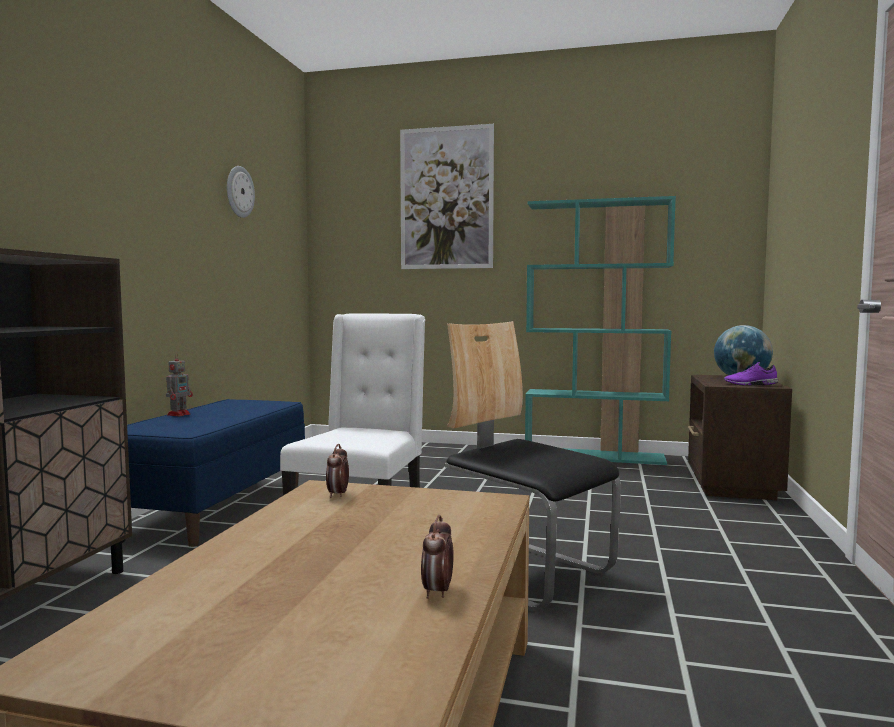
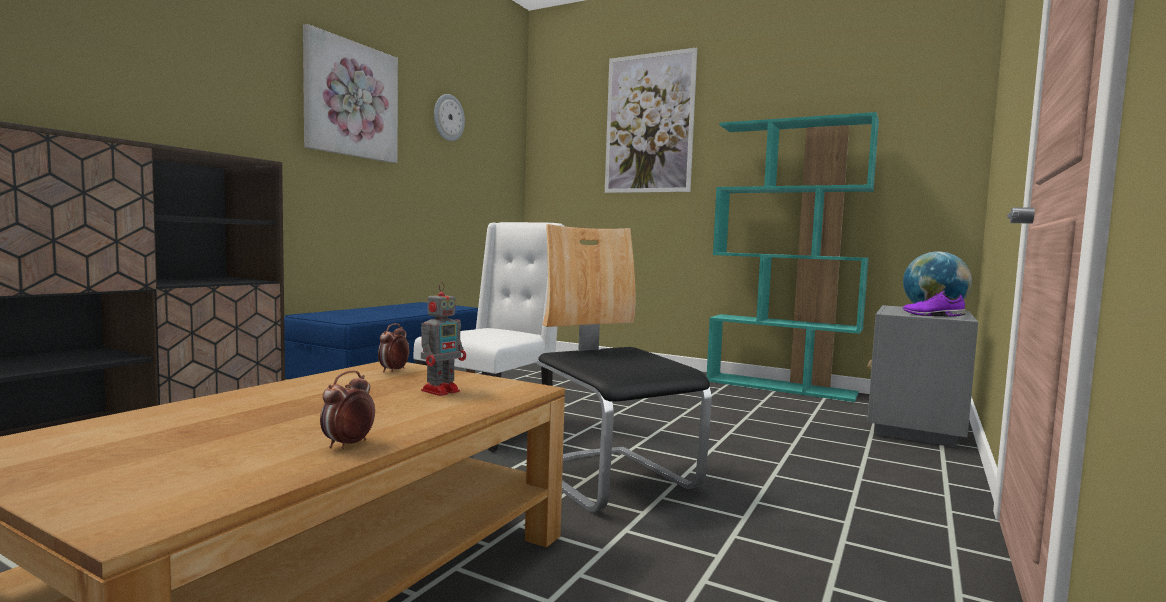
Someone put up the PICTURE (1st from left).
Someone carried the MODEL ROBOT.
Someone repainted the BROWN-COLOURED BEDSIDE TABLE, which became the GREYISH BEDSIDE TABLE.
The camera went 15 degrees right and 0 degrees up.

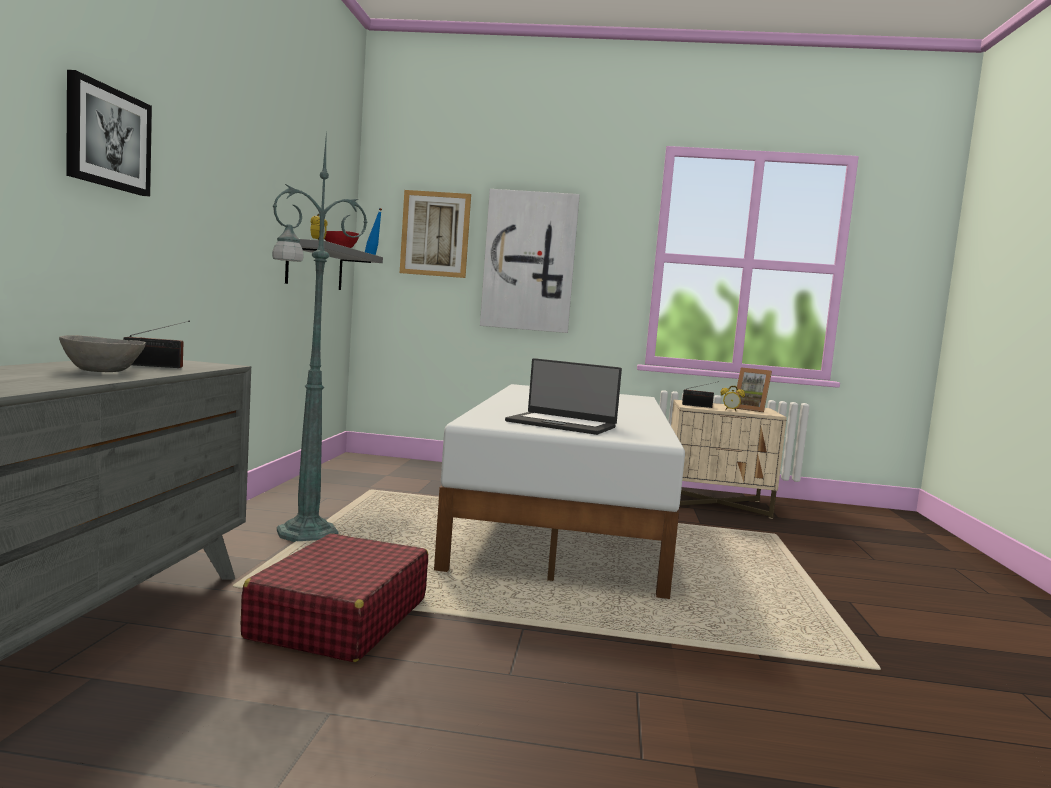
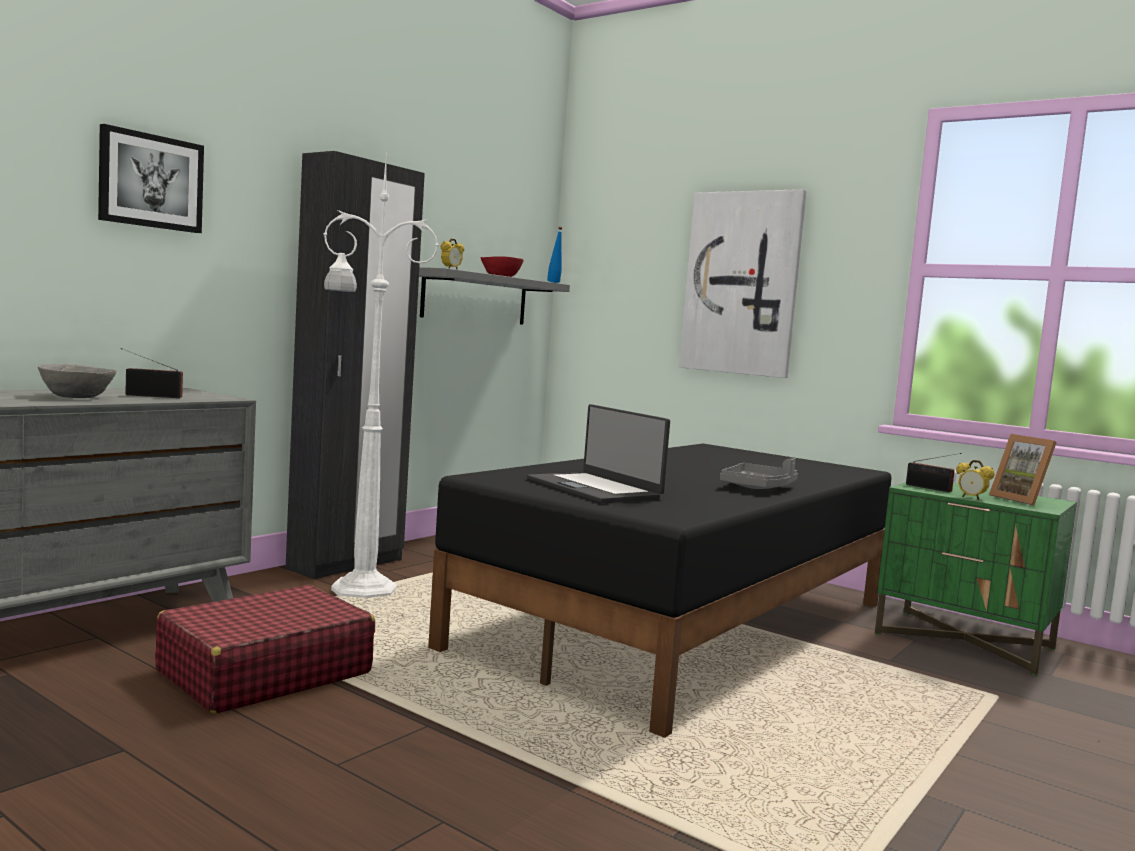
Someone took away the PICTURE (2nd from left).
Someone put down the BLACKISH ARMOIRE.
Someone put down the GREYISH SERVING TRAY.
Someone repainted the GREENISH STANDARD LAMP, which became the WHITE-COLOURED STANDARD LAMP.
Someone repainted the WHITE-COLOURED SLEEPING BED, which became the BLACKISH SLEEPING BED.
Someone repainted the BEIGE-COLOURED BEDSIDE TABLE, which became the GREENISH BEDSIDE TABLE.
Someone rotated the RADIO RECEIVER (1st from left) by 150 degrees clockwise.
The camera went 30 degrees right and 0 degrees up.

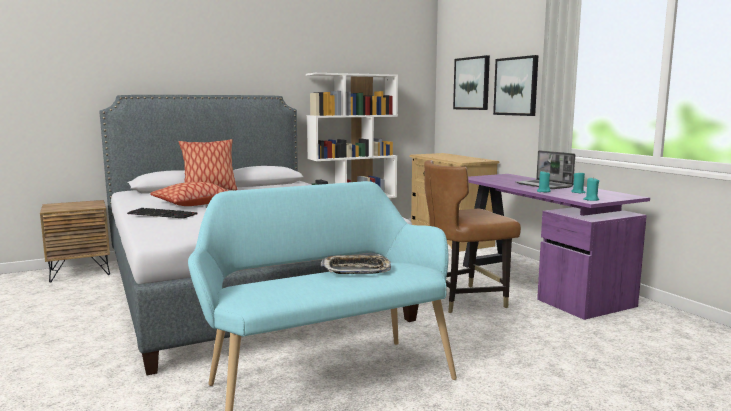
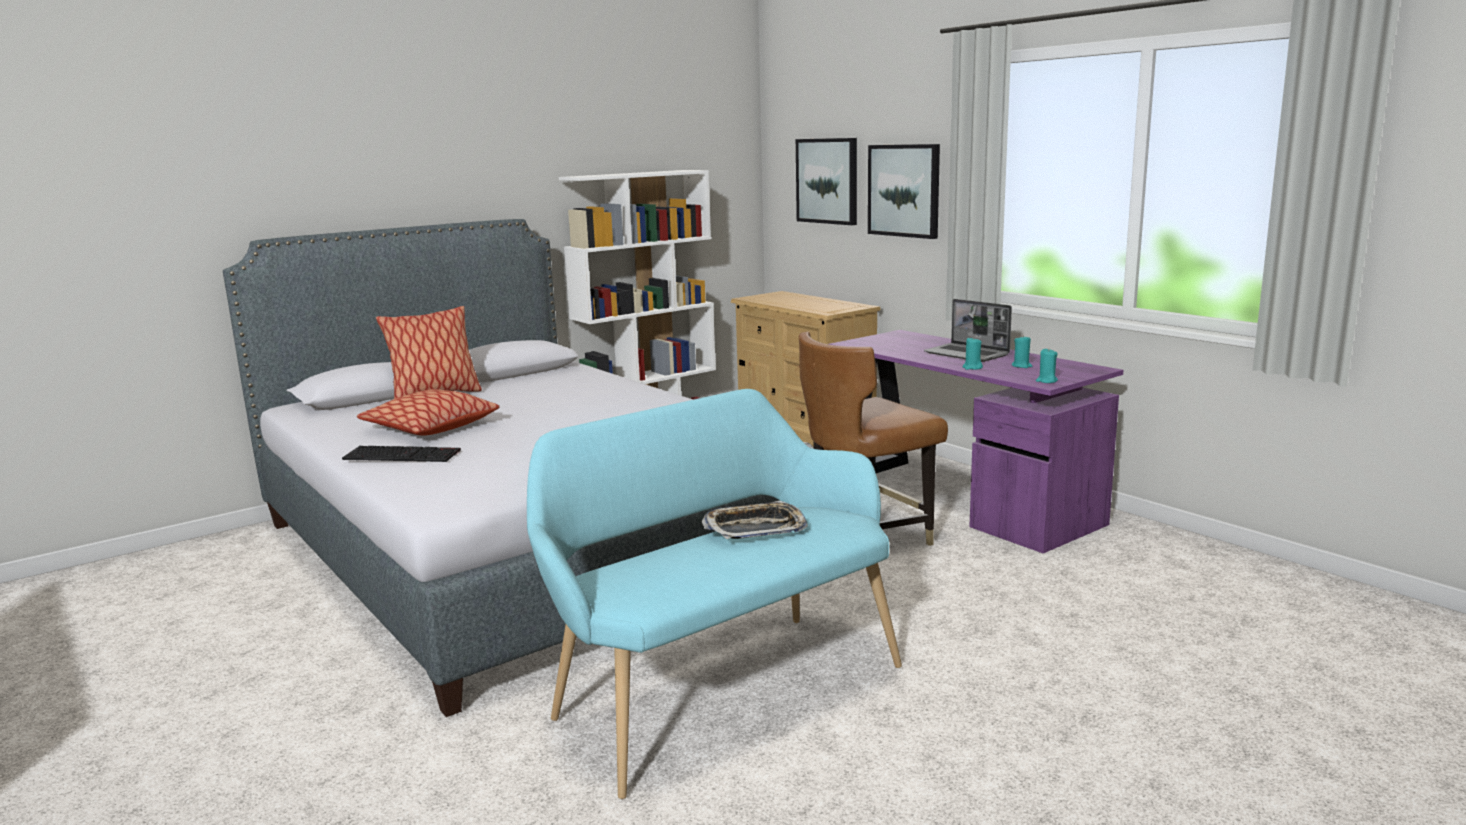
Someone took away the BROWN-COLOURED BEDSIDE TABLE.
The camera went 10 degrees left and 5 degrees up.

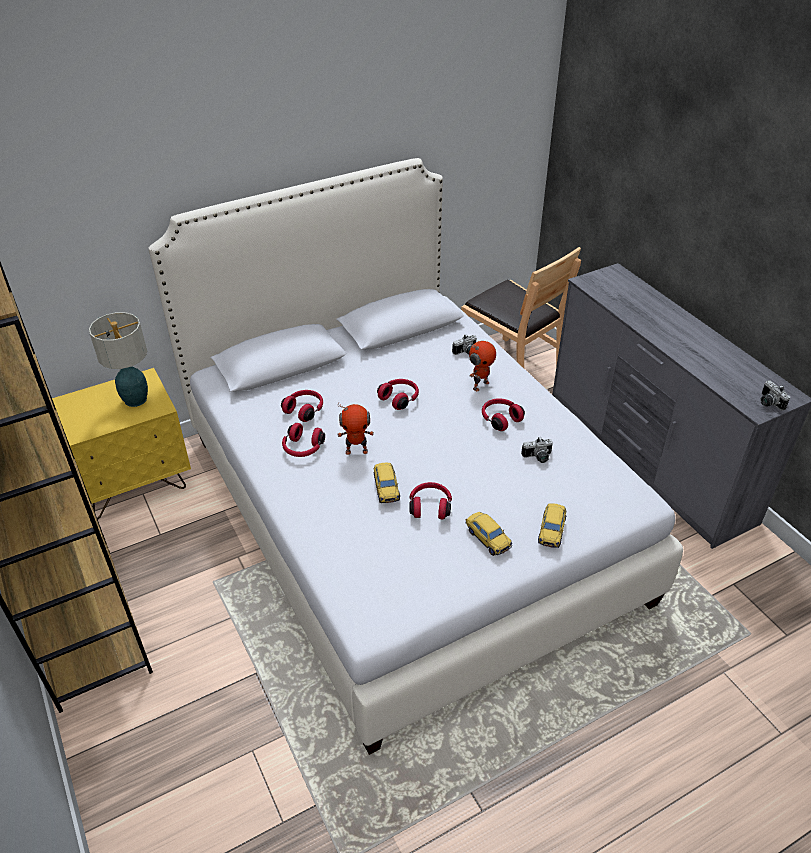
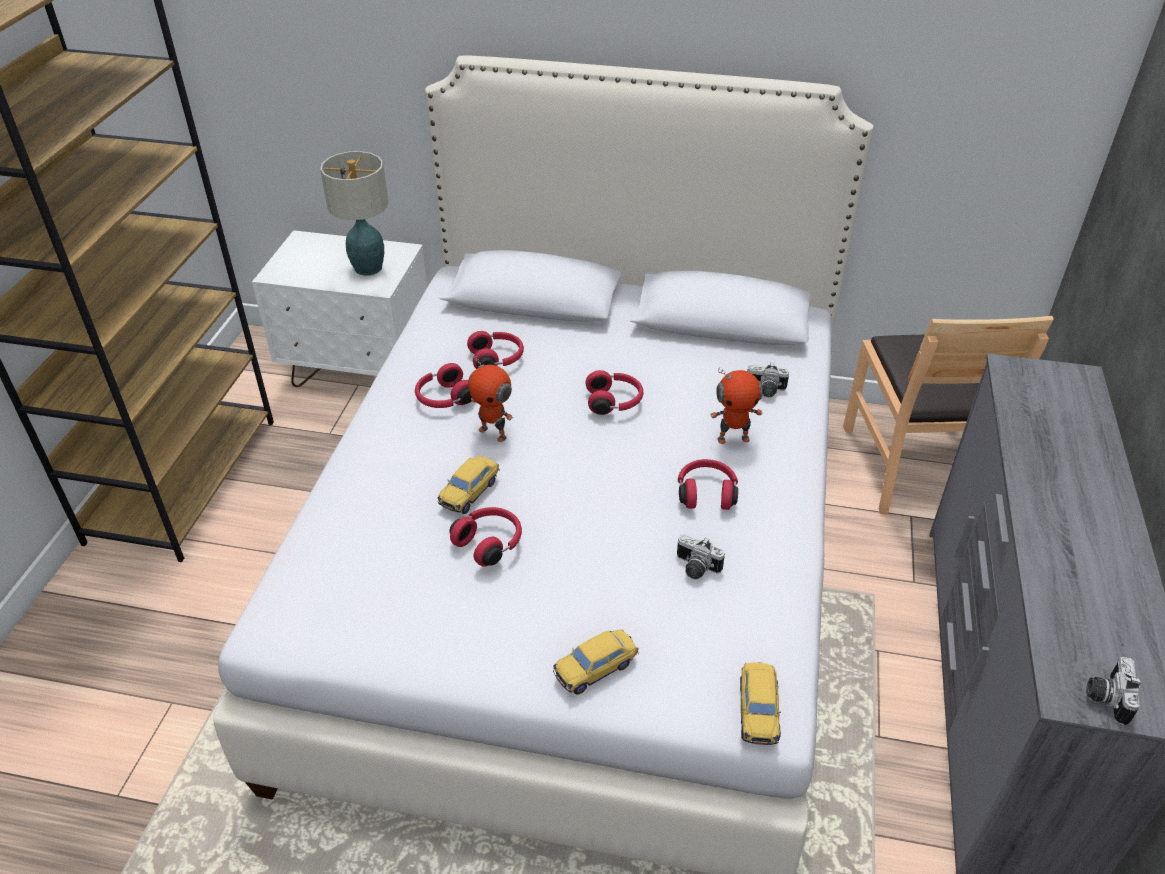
Someone carried the MODEL CAR (2nd from left in the first image).
Someone repainted the YELLOWISH BEDSIDE TABLE, which became the WHITE-COLOURED BEDSIDE TABLE.
The camera went 40 degrees right and 0 degrees up.

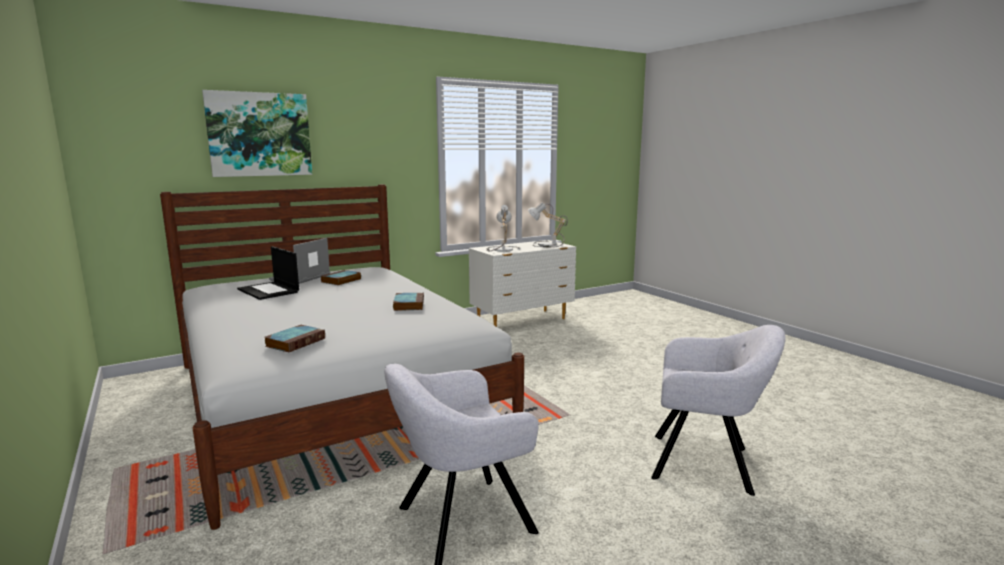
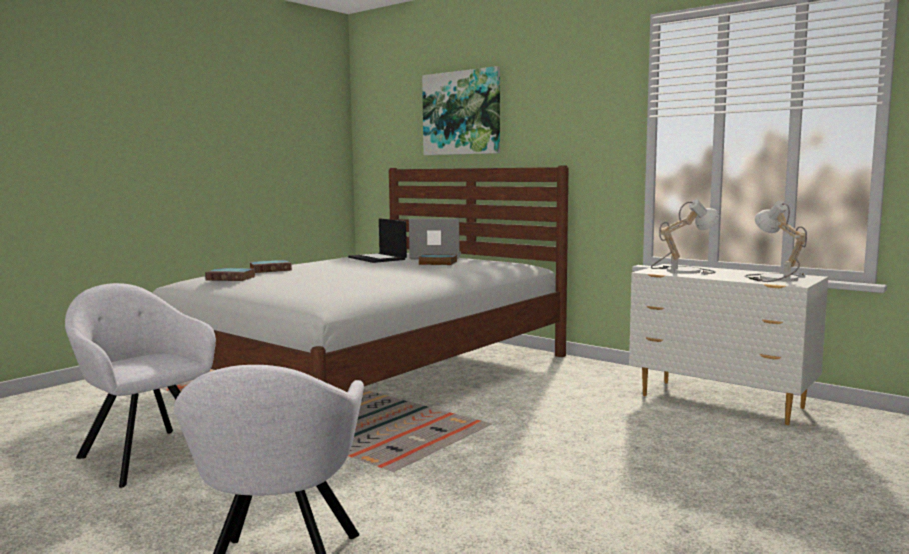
Someone carried the BOUND BOOK (3rd from left in the first image).
Someone rotated the LAPTOP (1st from left) by 60 degrees counterclockwise.
The camera went 70 degrees right and 5 degrees down.

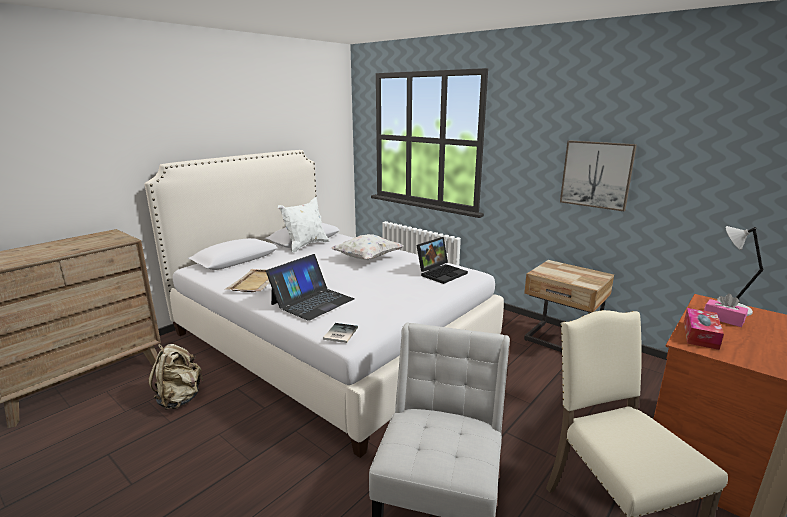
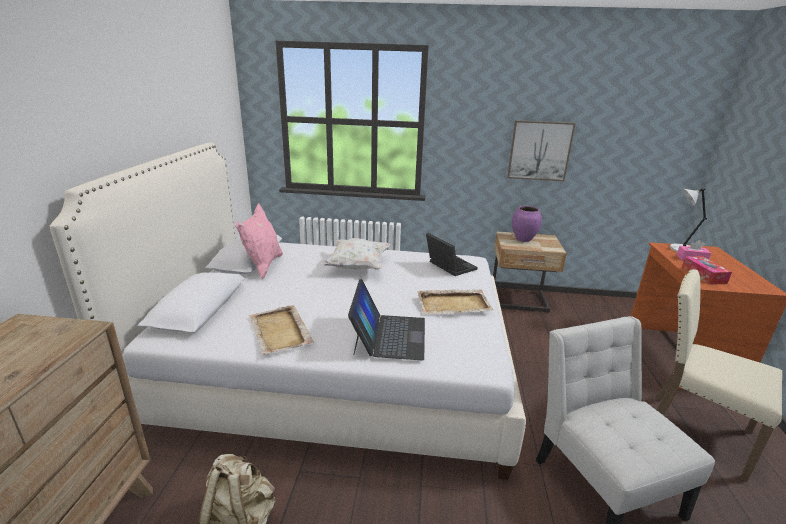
Someone took away the BOUND BOOK.
Someone put down the BEIGE-COLOURED SERVING TRAY (2nd from left).
Someone put down the PURPLE VASE.
Someone repainted the WHITE-COLOURED CUSHION (1st from left), which became the PINK CUSHION.
Someone rotated the LAPTOP (2nd from left) by 45 degrees counterclockwise.
The camera went 35 degrees left and 5 degrees up.

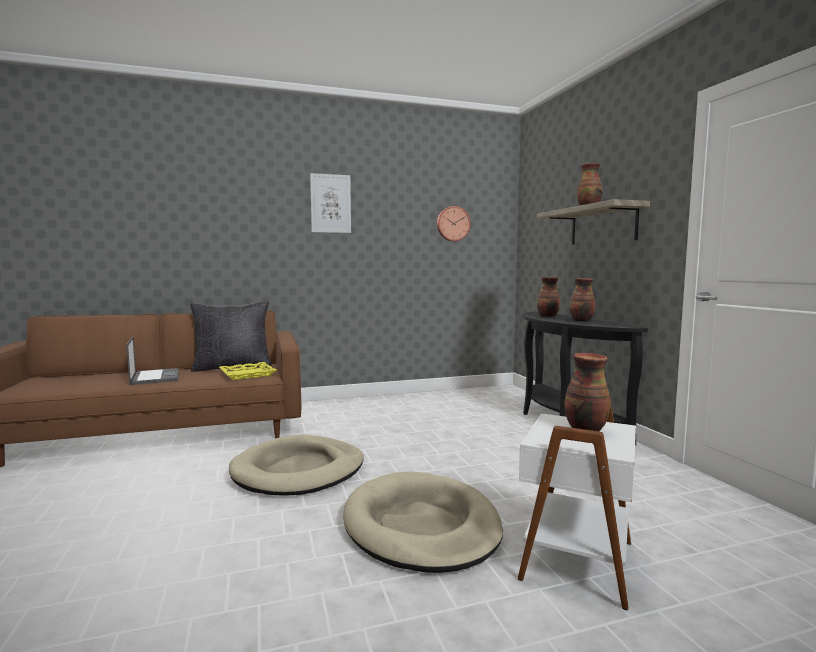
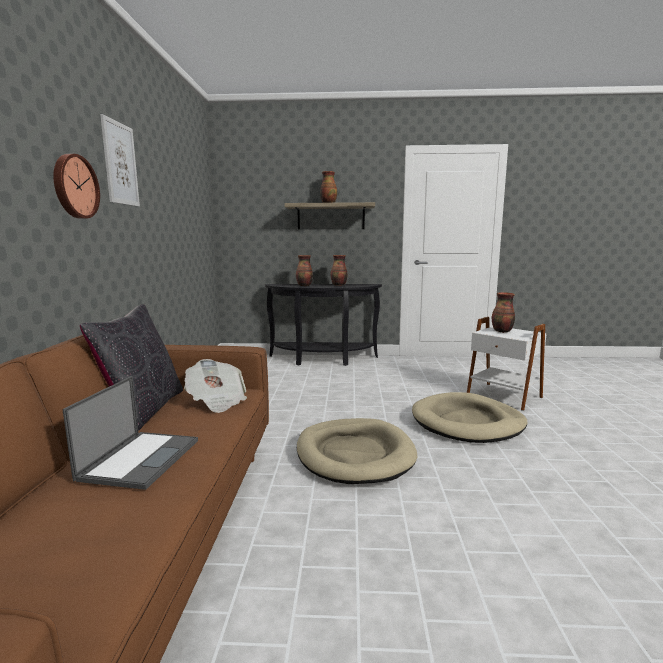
Someone carried the HANGING CLOCK.
Someone swapped the YELLOWISH SERVING TRAY for the PRINTED PAPER.
Someone rotated the LAPTOP by 105 degrees clockwise.
The camera went 70 degrees left and 5 degrees up.

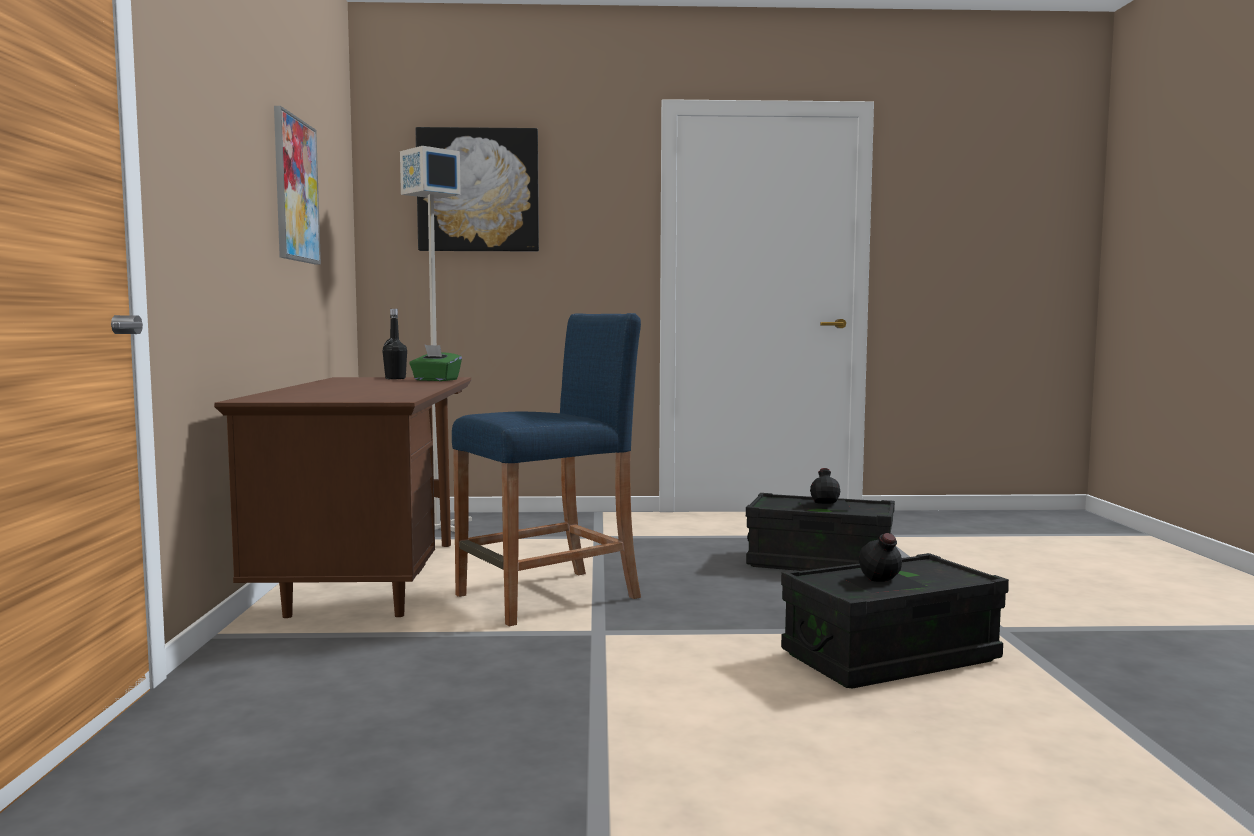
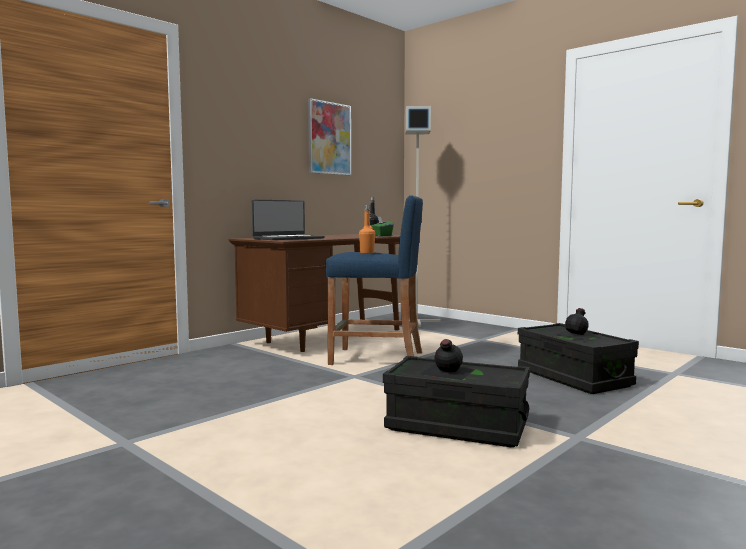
Someone took away the PICTURE (2nd from left).
Someone put down the LAPTOP.
Someone put down the ORANGEY DRINK BOTTLE.
The camera went 45 degrees right and 0 degrees up.

